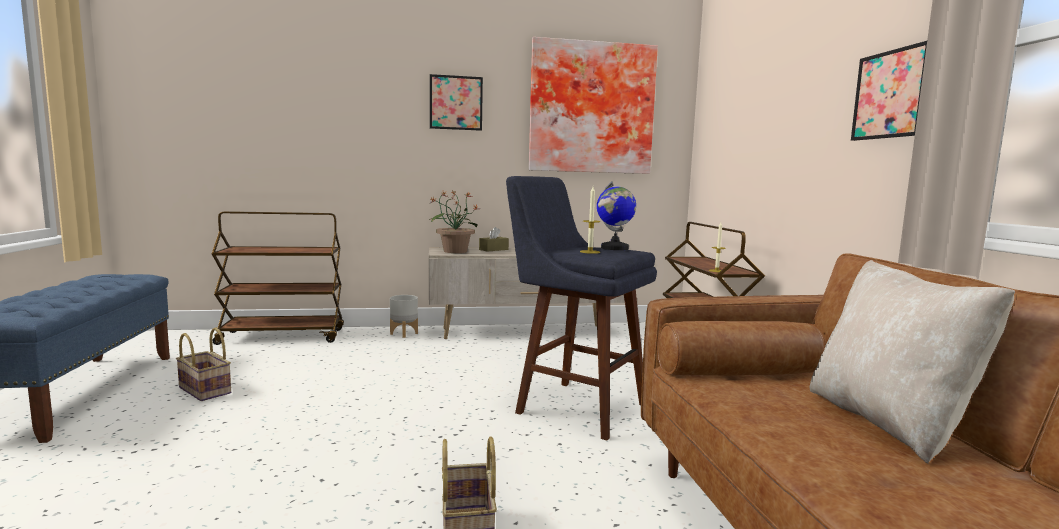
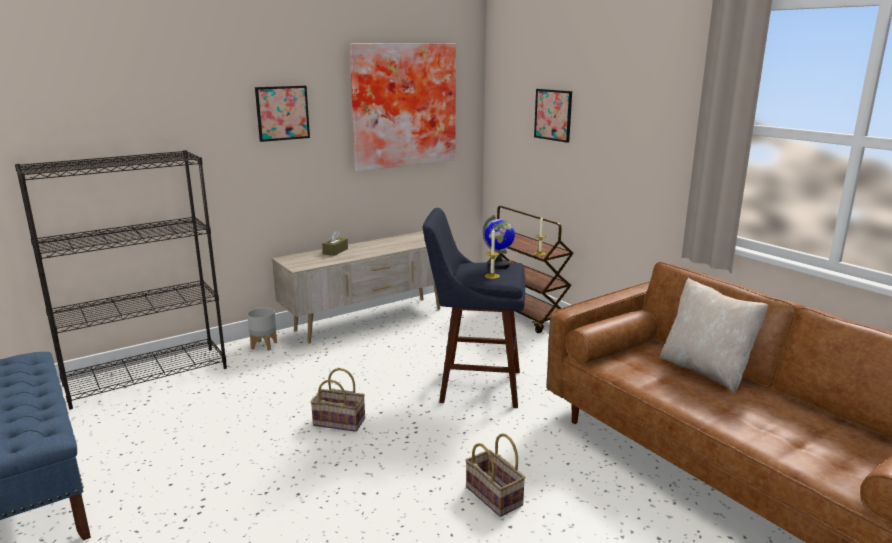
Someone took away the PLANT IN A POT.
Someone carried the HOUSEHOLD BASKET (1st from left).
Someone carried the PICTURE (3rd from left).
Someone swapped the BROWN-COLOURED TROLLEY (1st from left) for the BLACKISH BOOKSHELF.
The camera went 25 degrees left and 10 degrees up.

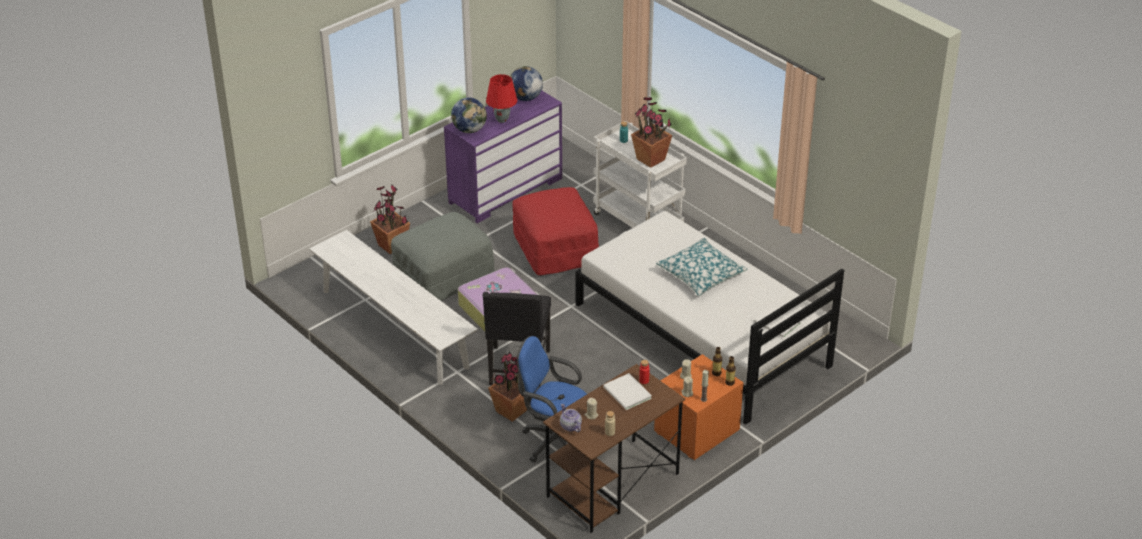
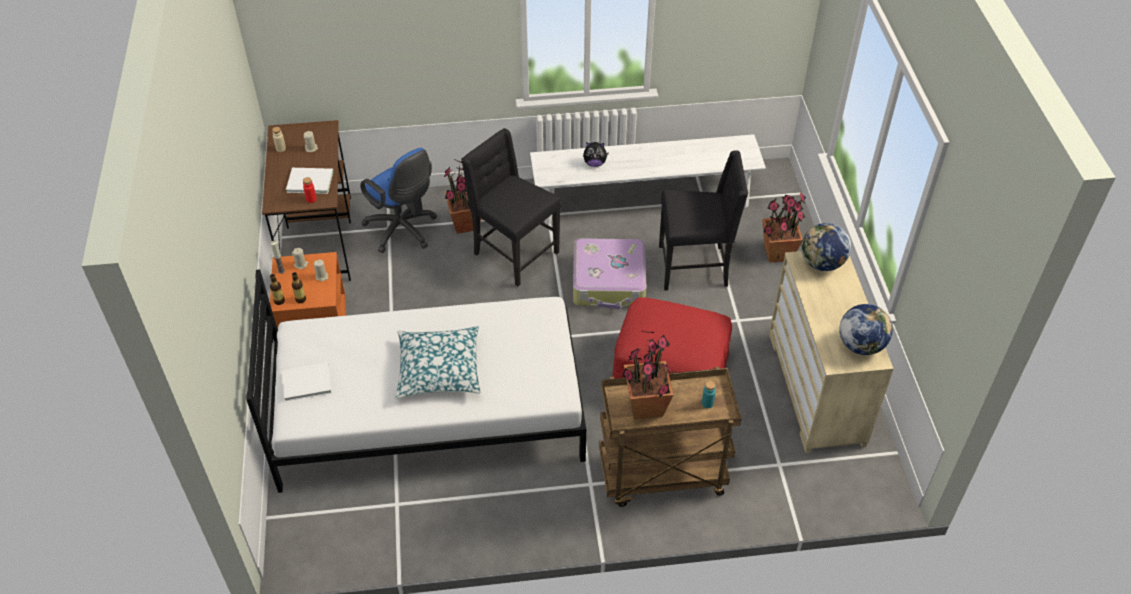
Someone took away the REDDISH TABLE LAMP.
Someone took away the TEA POT.
Someone put down the SOFT TOY.
Someone swapped the GREYISH OTTOMAN for the BLACKISH UPRIGHT CHAIR (2nd from left).
Someone repainted the PURPLE DRESSER, which became the BEIGE-COLOURED DRESSER.
Someone repainted the WHITE-COLOURED TROLLEY, which became the BROWN-COLOURED TROLLEY.
Someone rotated the BLUISH OFFICE CHAIR by 75 degrees clockwise.
The camera went 125 degrees right and 10 degrees up.

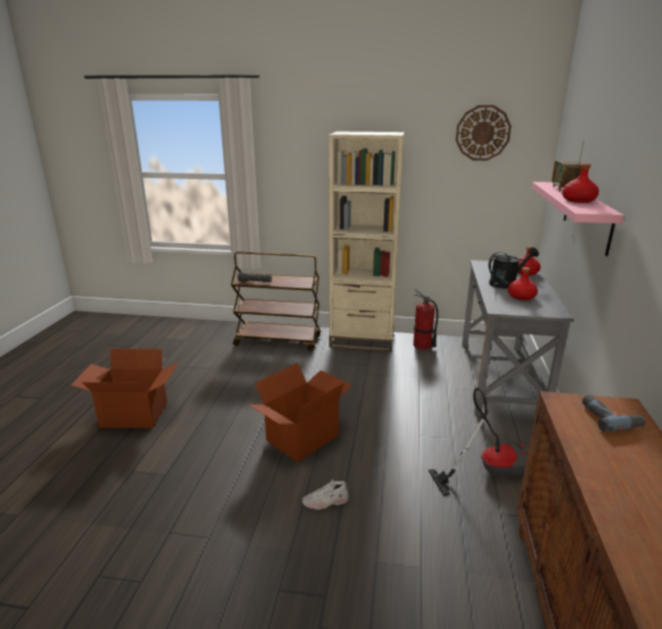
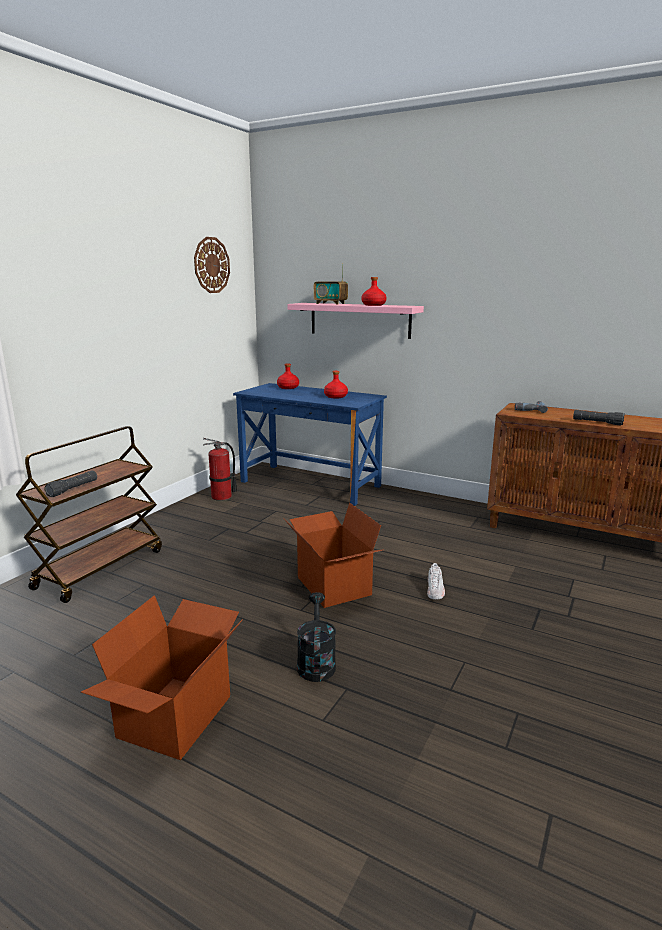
Someone took away the BEIGE-COLOURED BOOKSHELF.
Someone took away the HOOVER.
Someone put down the BLACKISH TORCH (2nd from left).
Someone carried the BLACKISH WATERING POT.
Someone repainted the GREYISH DESK, which became the BLUISH DESK.
The camera went 70 degrees left and 5 degrees down.

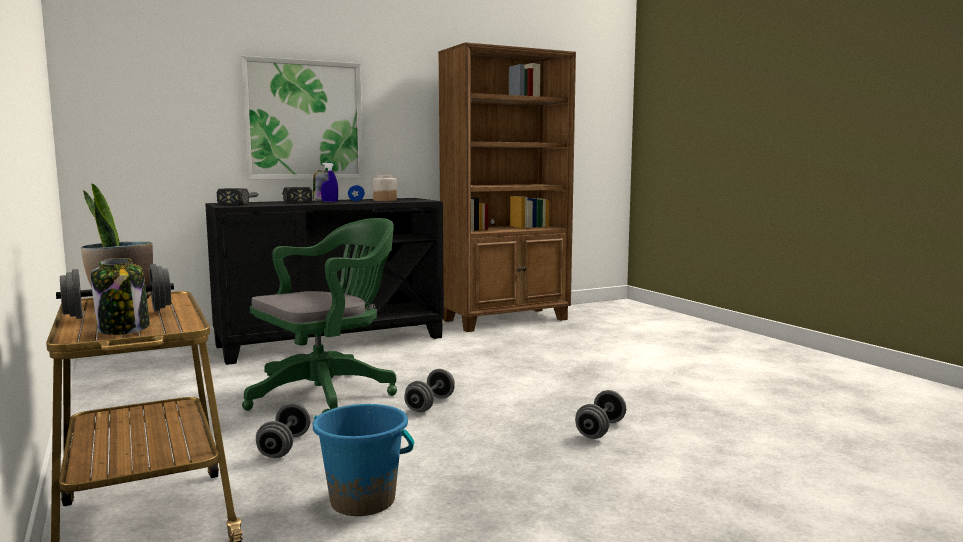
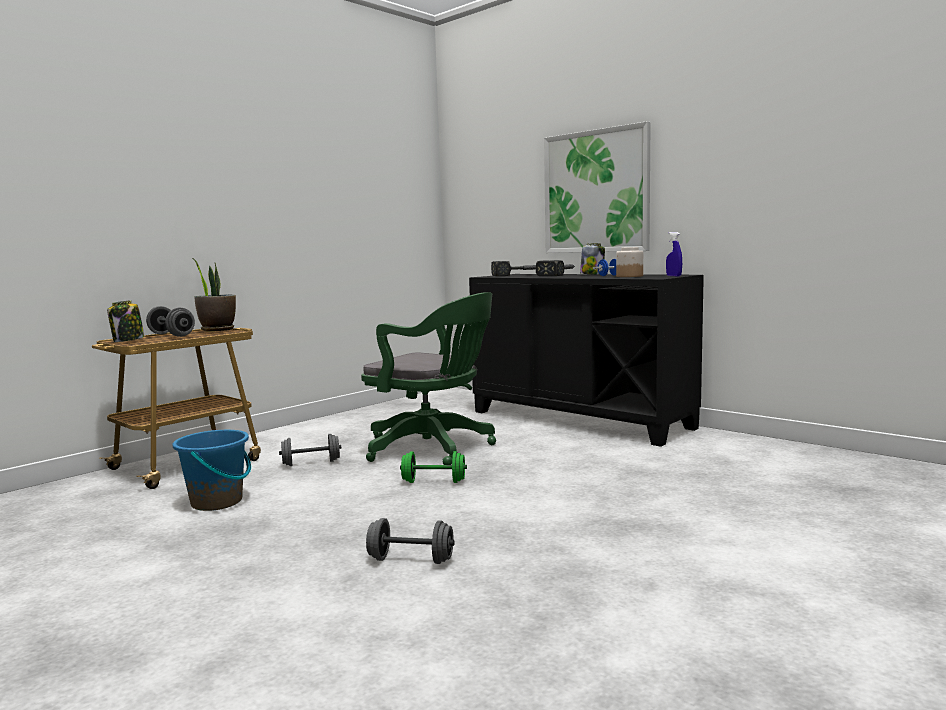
Someone took away the BROWN-COLOURED BOOKSHELF.
Someone carried the BLUISH HAND SPRAYER.
Someone repainted the GREYISH FREE WEIGHT (3rd from left), which became the GREENISH FREE WEIGHT.
The camera went 70 degrees right and 0 degrees up.

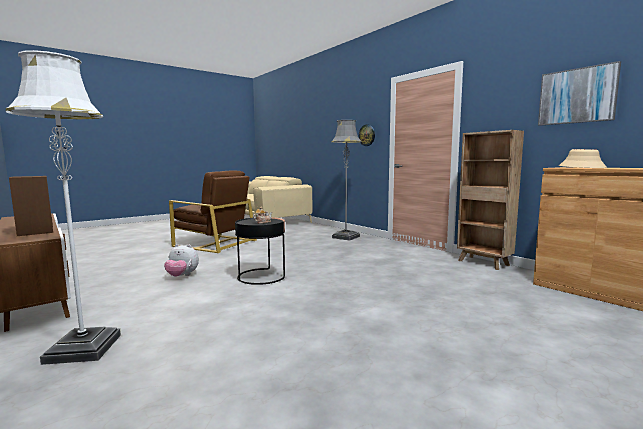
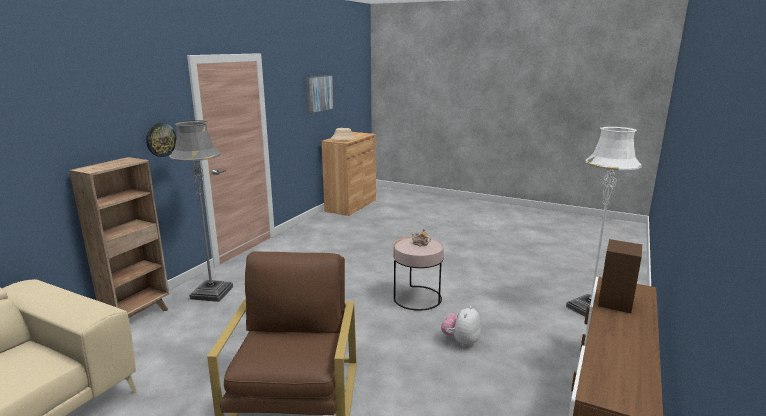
Someone carried the BROWN-COLOURED BOOKSHELF.
Someone repainted the BLACKISH ACCENT TABLE, which became the PINK ACCENT TABLE.
Someone rotated the SOFT TOY by 135 degrees counterclockwise.
The camera went 115 degrees left and 10 degrees up.

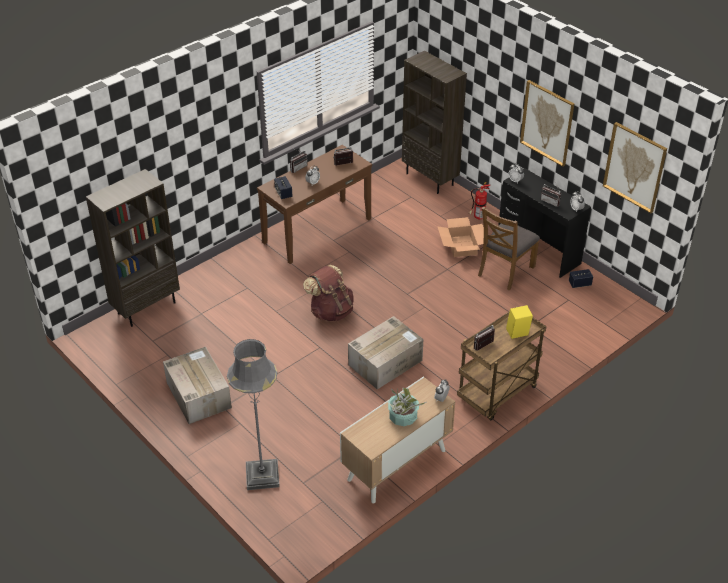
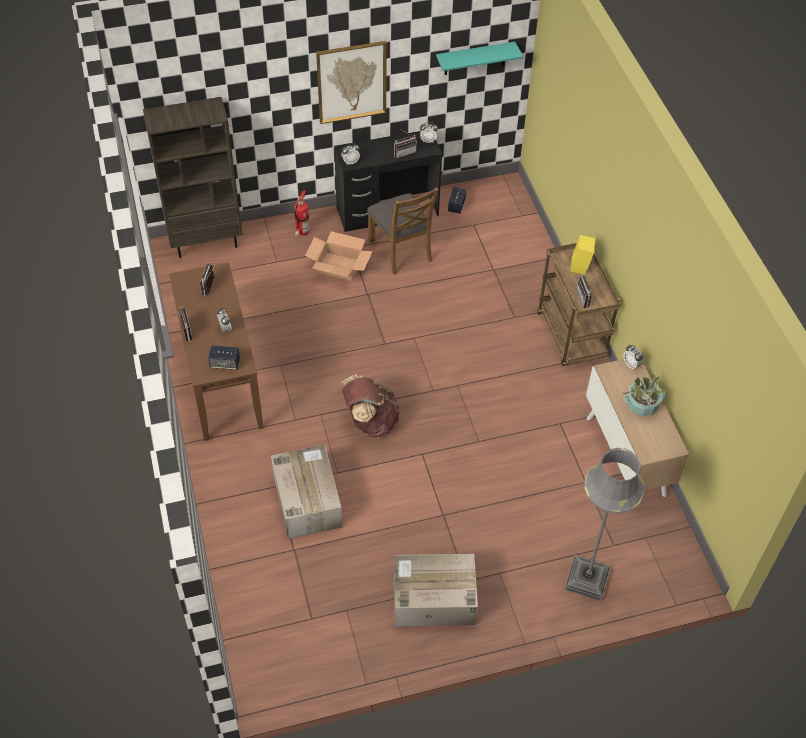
Someone took away the BROWN-COLOURED BOOKSHELF (1st from left).
Someone carried the CARDBOARD BOX (2nd from left in the first image).
Someone swapped the PICTURE (2nd from left) for the TURQUOISE SHELF.
The camera went 65 degrees left and 10 degrees up.

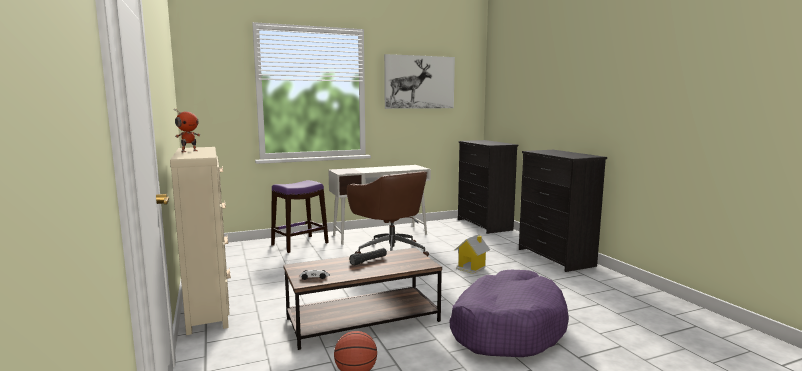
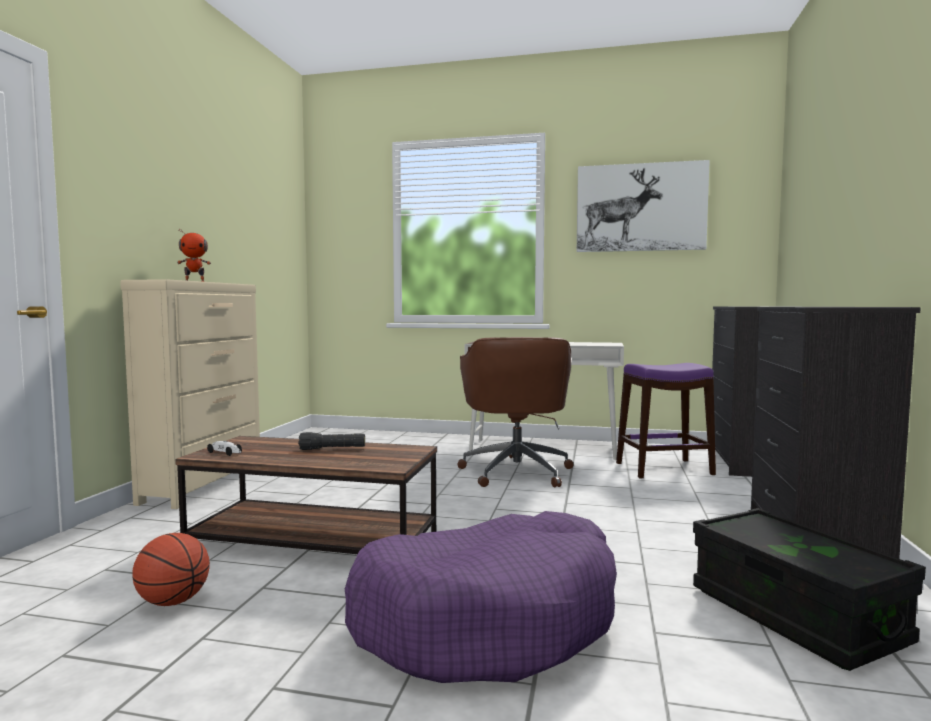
Someone took away the MINIATURE HOUSE.
Someone put down the BLACKISH STORAGE BOX.
Someone carried the PURPLE STOOL SEAT.
The camera went 35 degrees right and 5 degrees down.

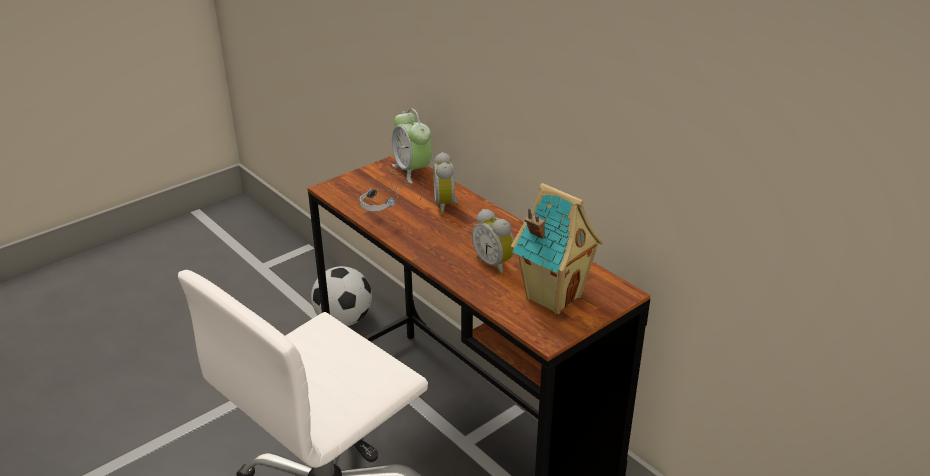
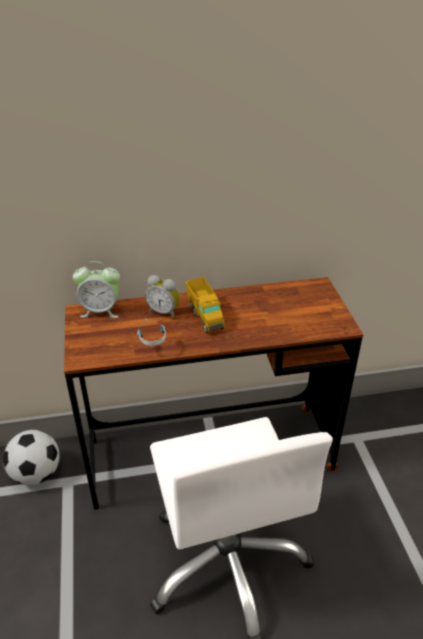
Someone took away the TABLE CLOCK (3rd from left).
Someone took away the MINIATURE HOUSE.
Someone put down the TOY LORRY.
The camera went 60 degrees left and 5 degrees up.

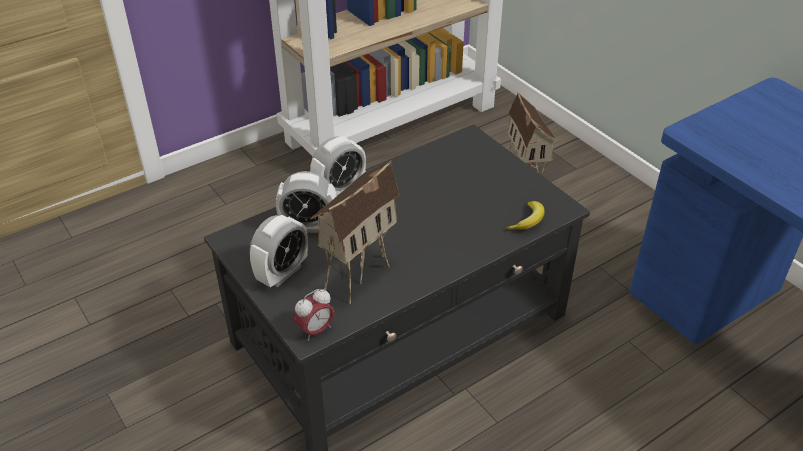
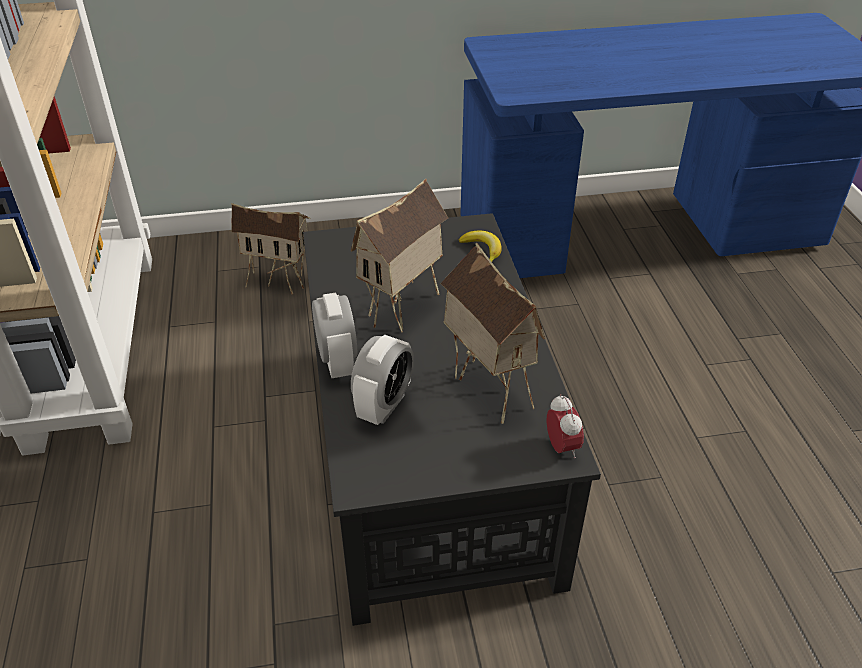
Someone took away the TABLE CLOCK (1st from left).
Someone put down the MINIATURE HOUSE (2nd from left).
The camera went 65 degrees left and 0 degrees up.

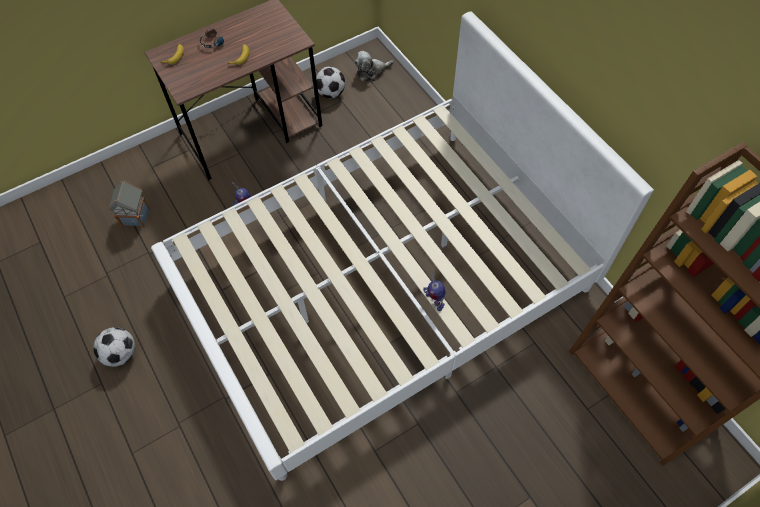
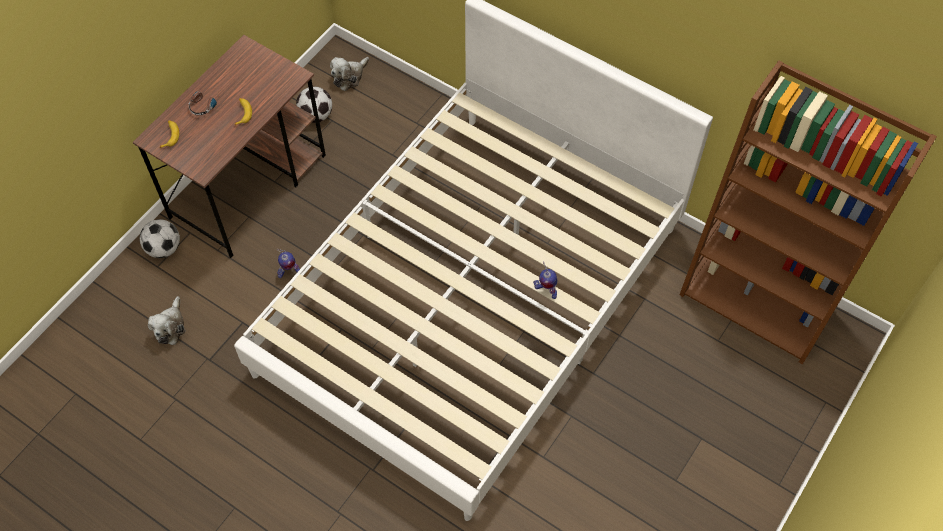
Someone carried the BALL FOR FOOTBALL (1st from left).
Someone swapped the MINIATURE HOUSE for the SOFT TOY (1st from left).
The camera went 25 degrees left and 0 degrees up.

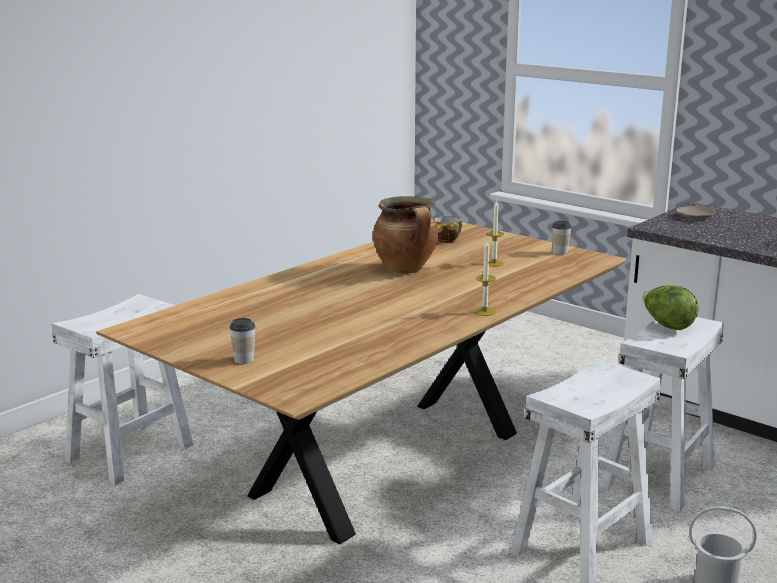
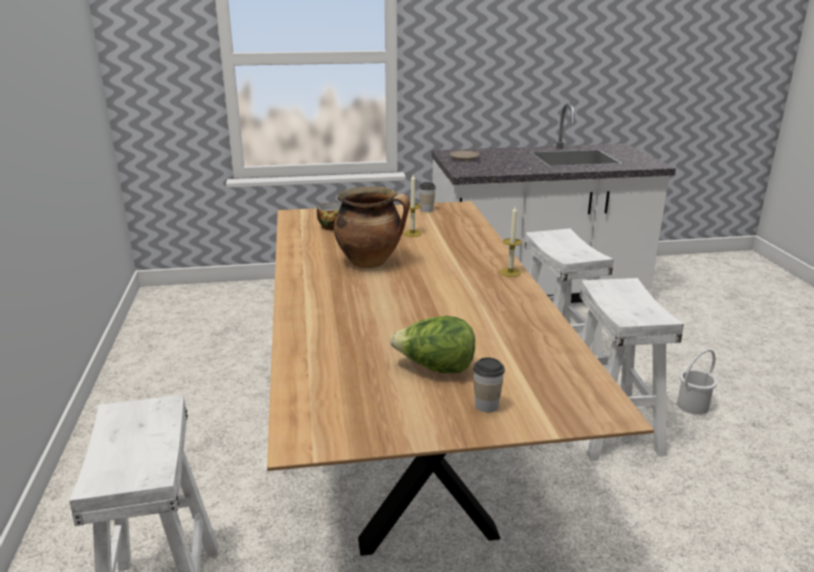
Someone carried the LETTUCE HEAD.
The camera went 50 degrees left and 5 degrees up.

